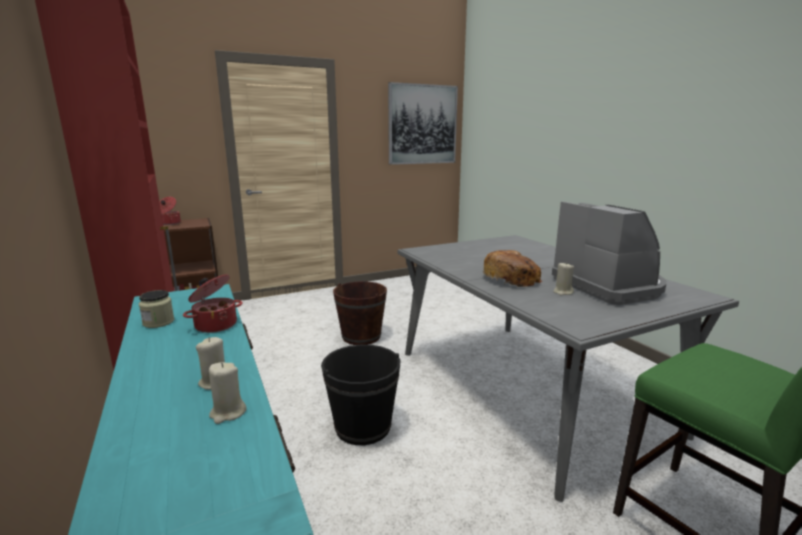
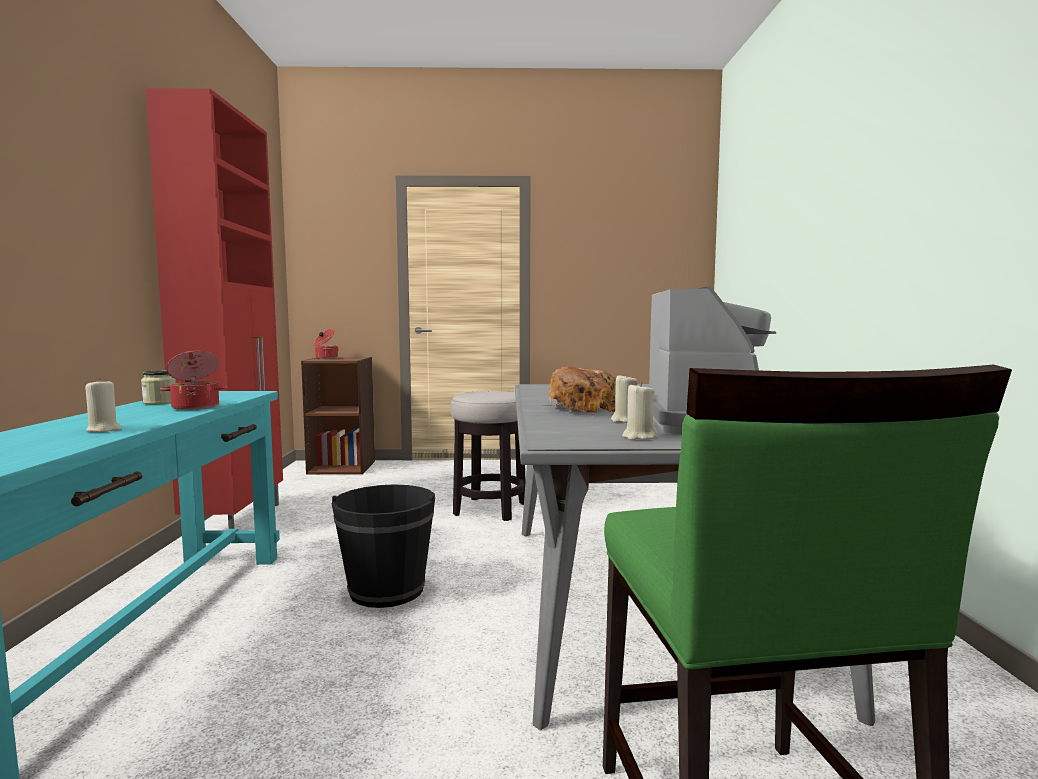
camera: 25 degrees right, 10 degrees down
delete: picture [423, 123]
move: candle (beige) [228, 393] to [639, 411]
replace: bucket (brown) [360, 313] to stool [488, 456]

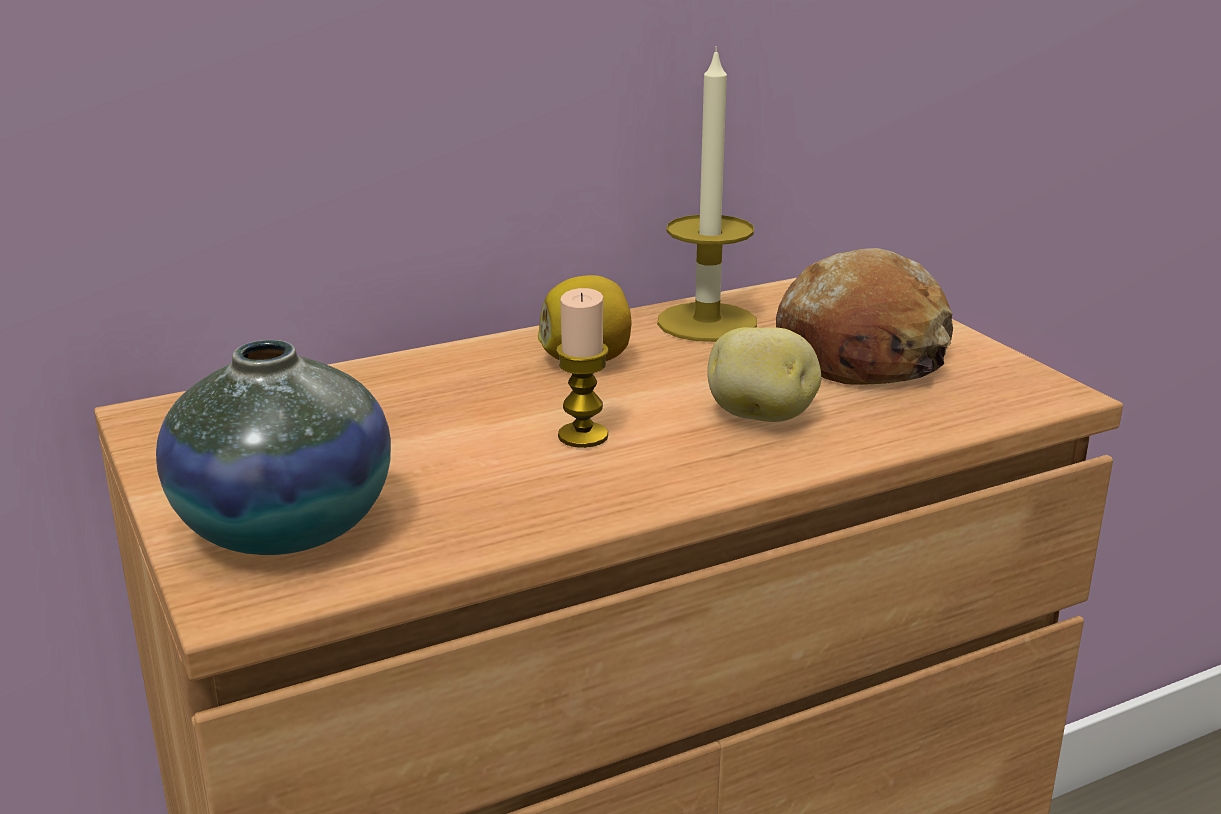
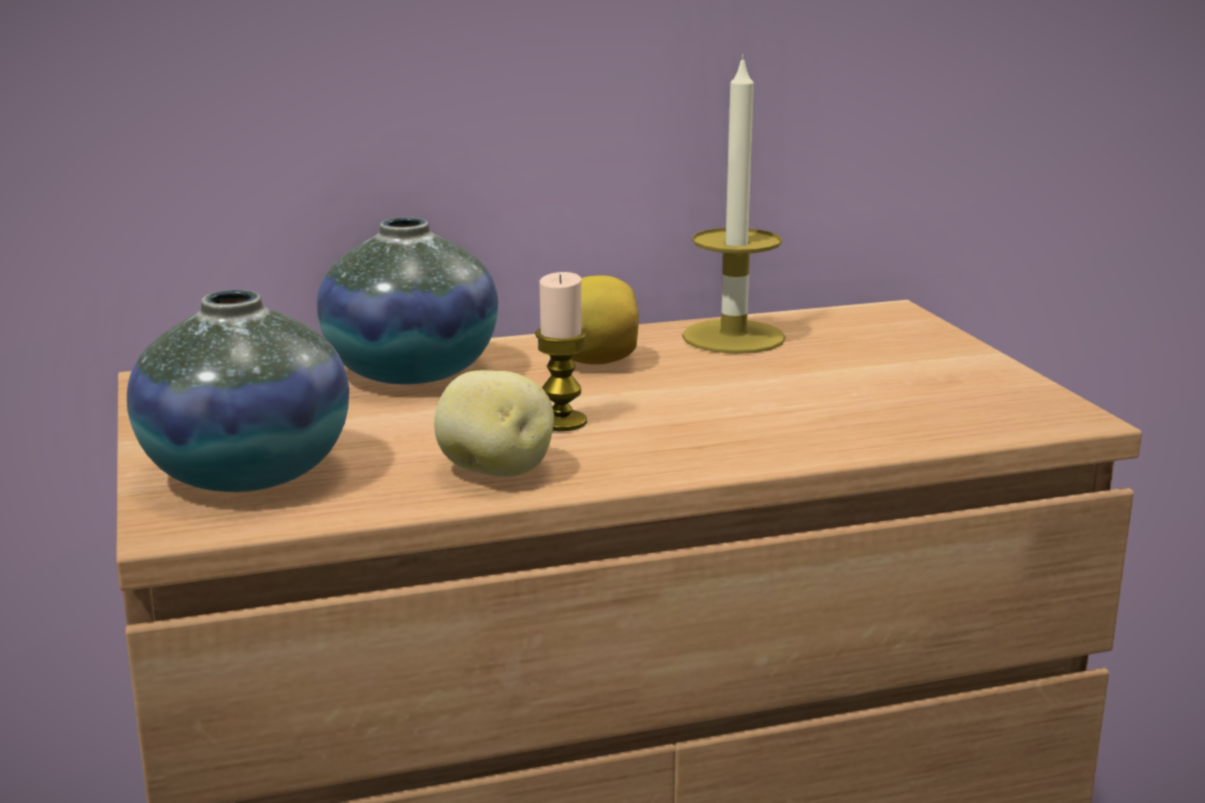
camera: 10 degrees right, 5 degrees down
delete: bread [864, 316]
insert: vase [407, 300]
move: potato [764, 374] to [494, 423]

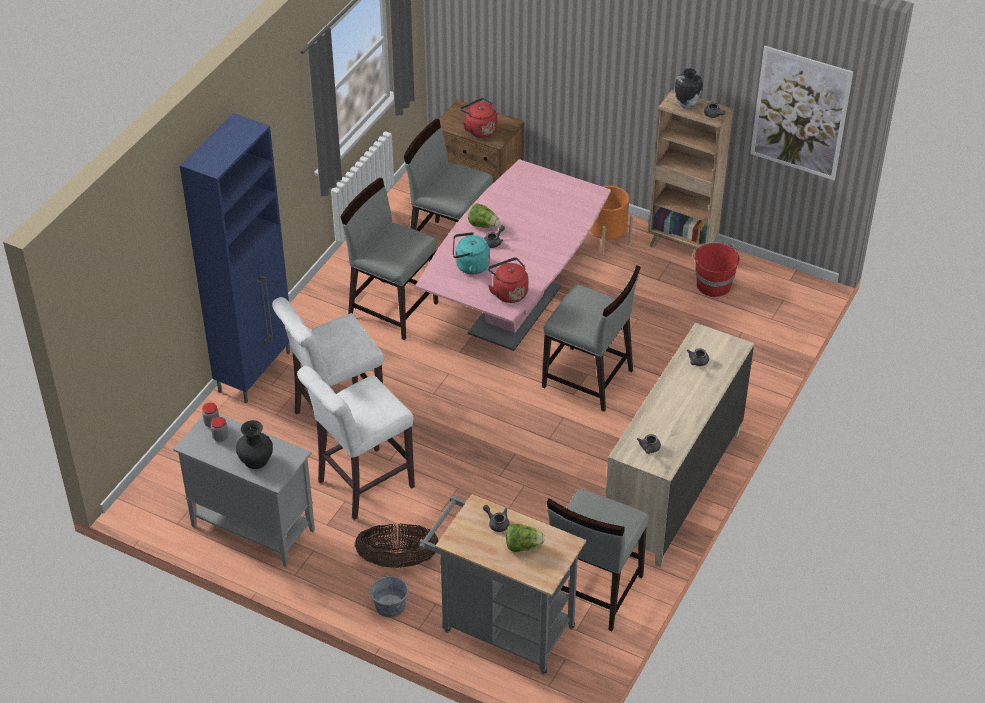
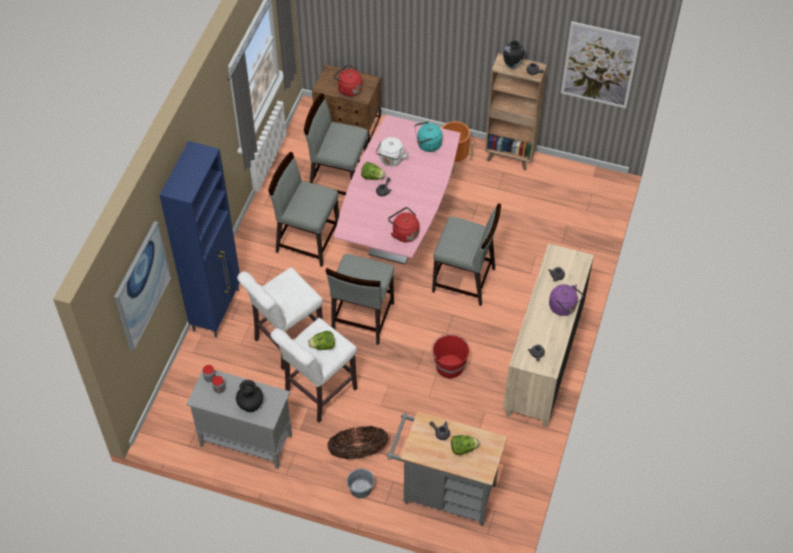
camera: 10 degrees left, 10 degrees up
insert: picture [142, 286]; lettuce [321, 340]; kettle (white) [392, 151]; kettle (purple) [566, 300]
move: kettle (turquoise) [471, 253] to [428, 136]; chair (grey) [598, 560] to [360, 299]; bucket (red) [716, 269] to [450, 356]

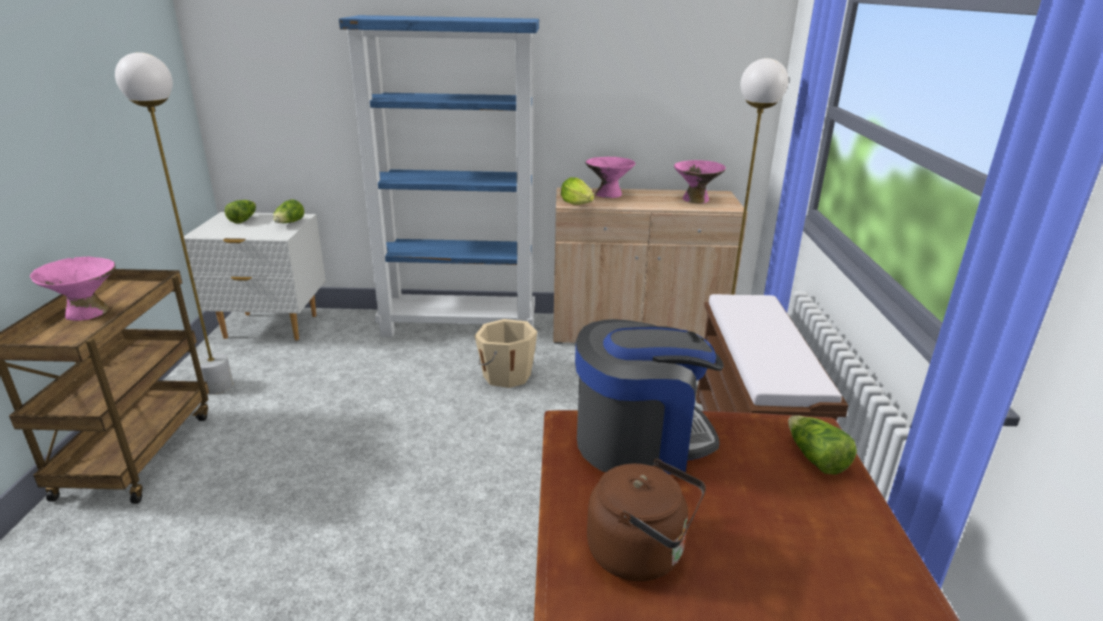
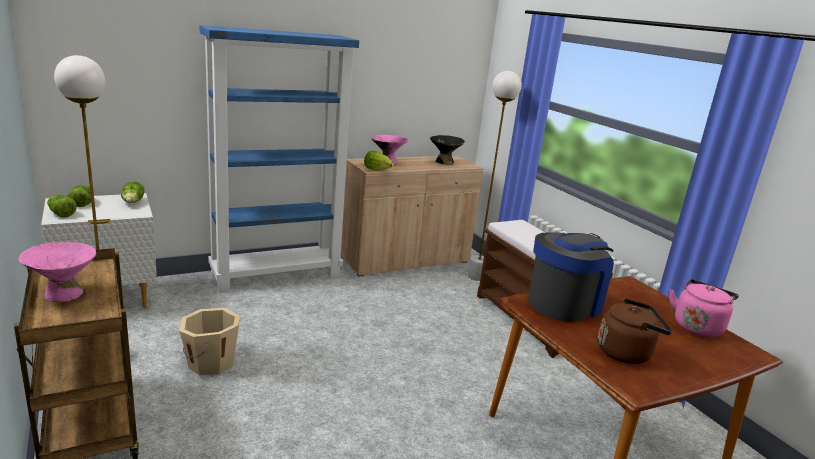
camera: 30 degrees left, 5 degrees down
insert: kettle (pink) [704, 308]
move: bucket (beige) [506, 353] to [209, 341]; lettuce [822, 445] to [62, 206]
recolor: bowl (pink) [700, 182] to bowl (black) [447, 150]

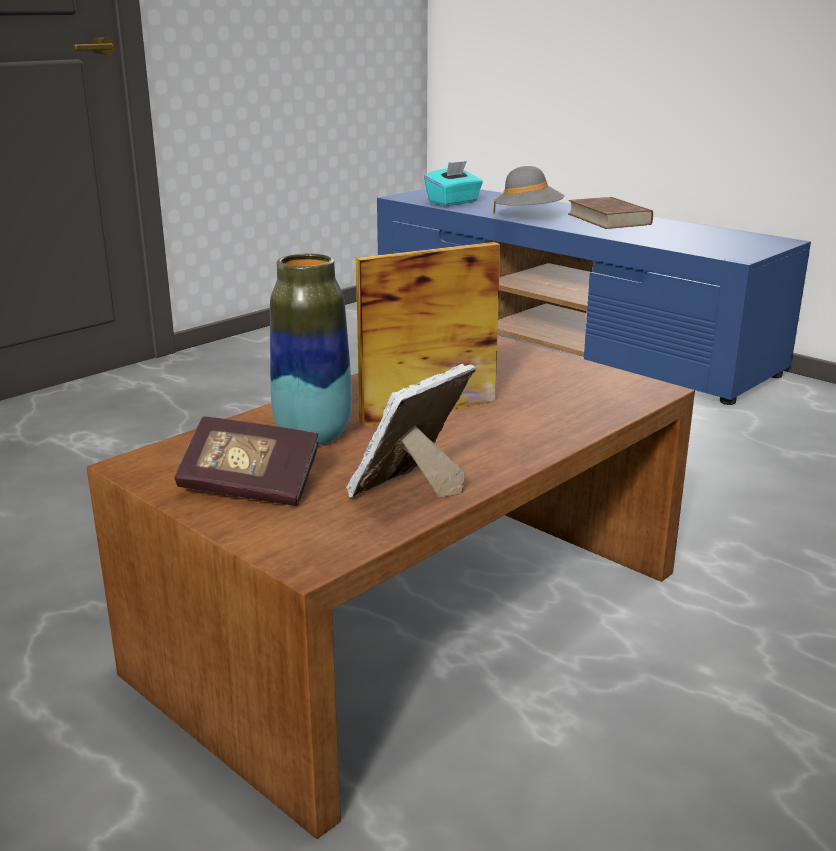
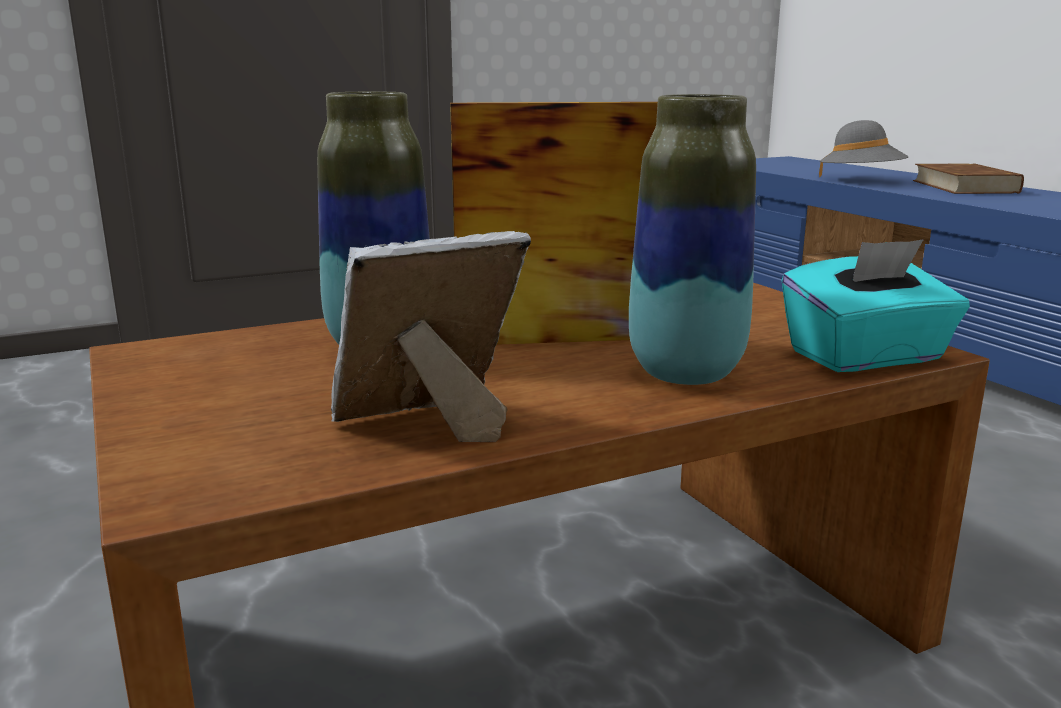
camera: 20 degrees right, 5 degrees down
delete: book [247, 461]
insert: vase [692, 239]
move: tissue box (turquoise) [453, 183] to [876, 305]

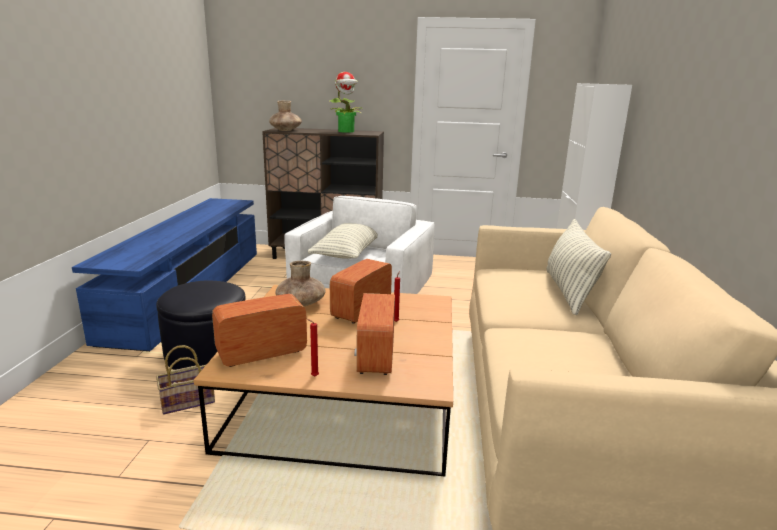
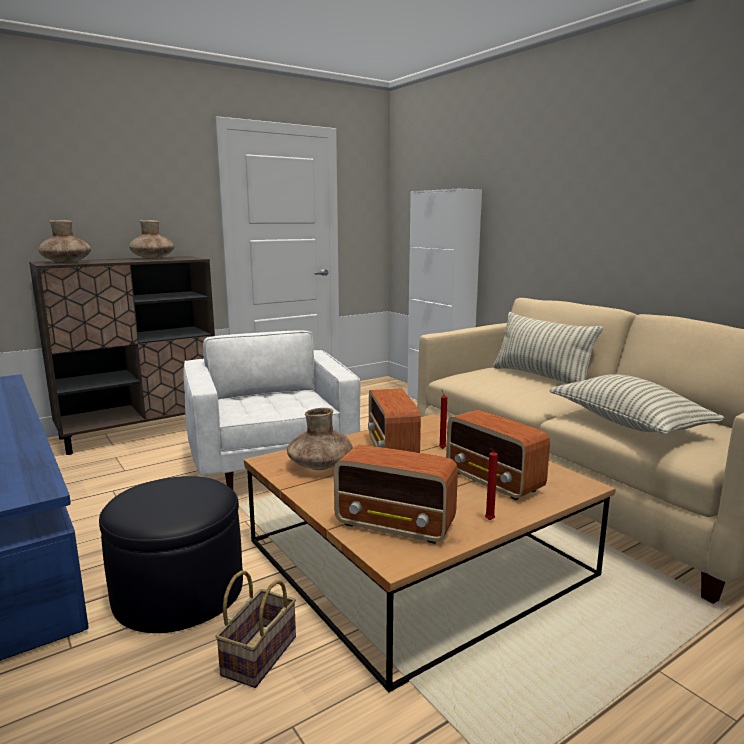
camera: 40 degrees left, 5 degrees down
move: pillow [343, 241] to [637, 404]
replace: potted plant [346, 102] to vase (brown) [151, 239]
rotate: radio [259, 330] = [396, 494] 90 degrees counterclockwise

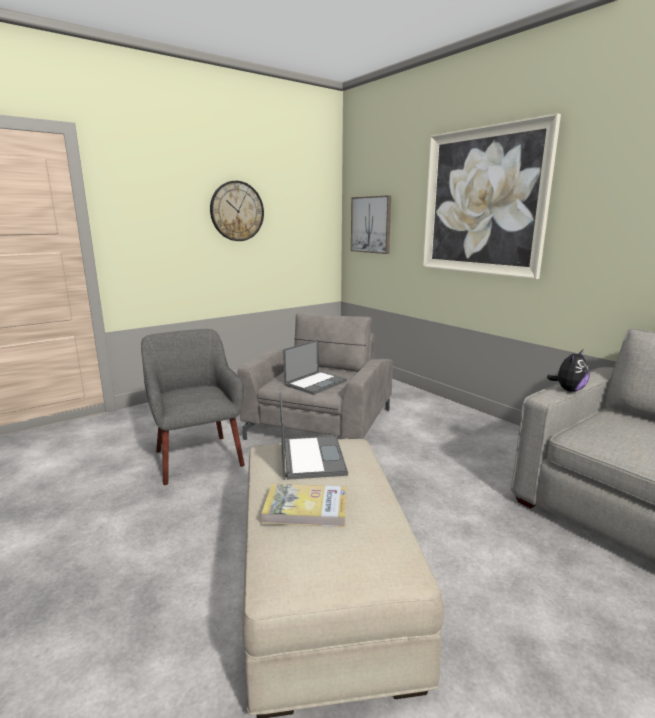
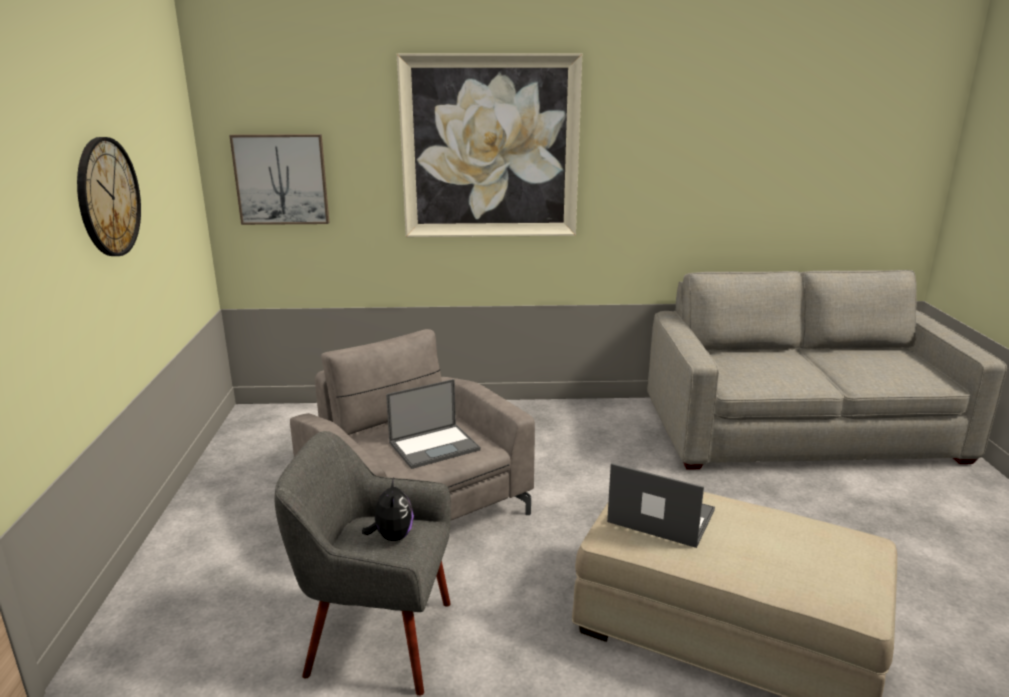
camera: 55 degrees left, 5 degrees up
delete: book [304, 505]
move: plush toy [568, 371] to [388, 509]
rotate: laptop [315, 367] = [433, 424] 75 degrees clockwise

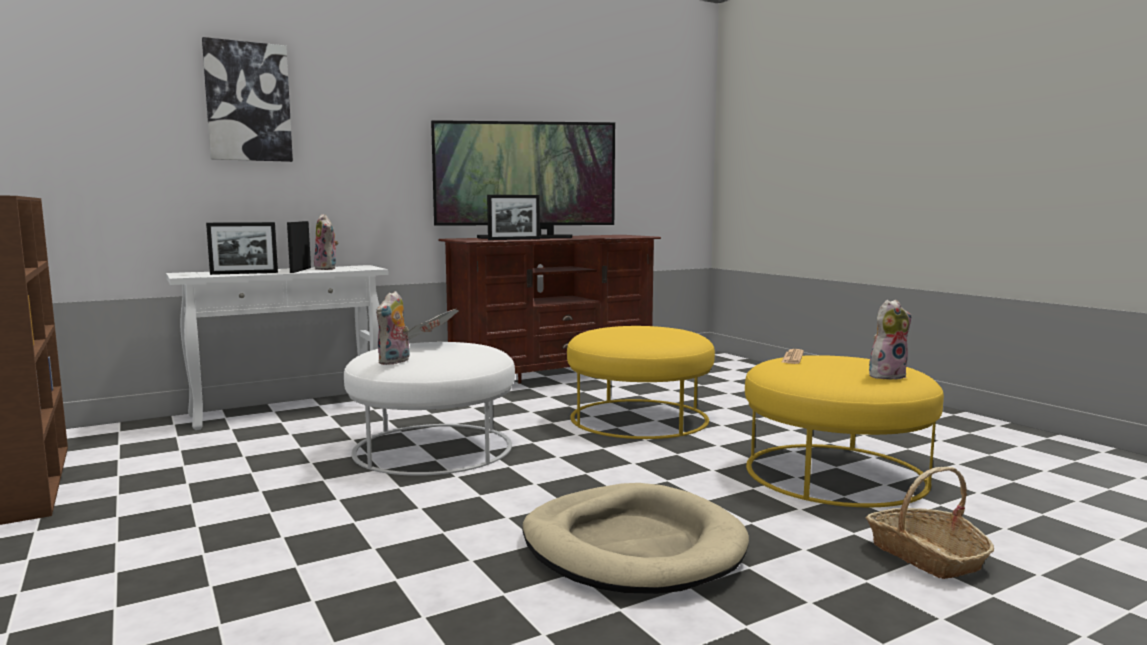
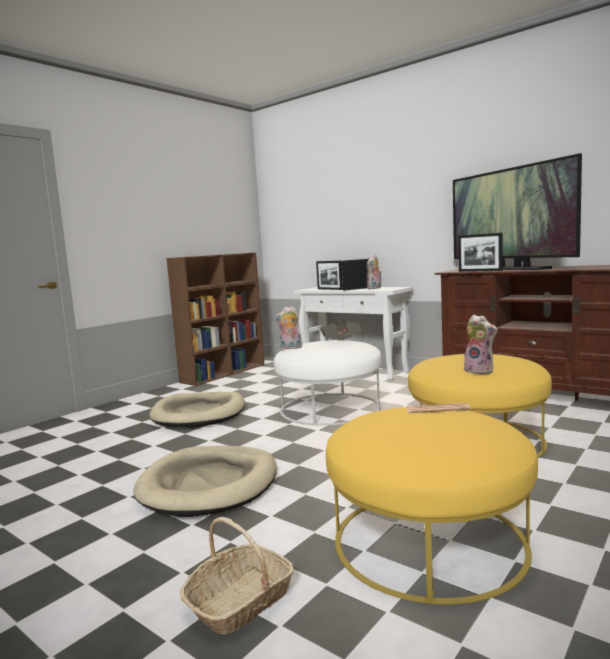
camera: 70 degrees right, 0 degrees up
delete: picture [247, 99]
insert: dog bed (beige) [197, 410]
move: plush toy [890, 340] to [480, 344]

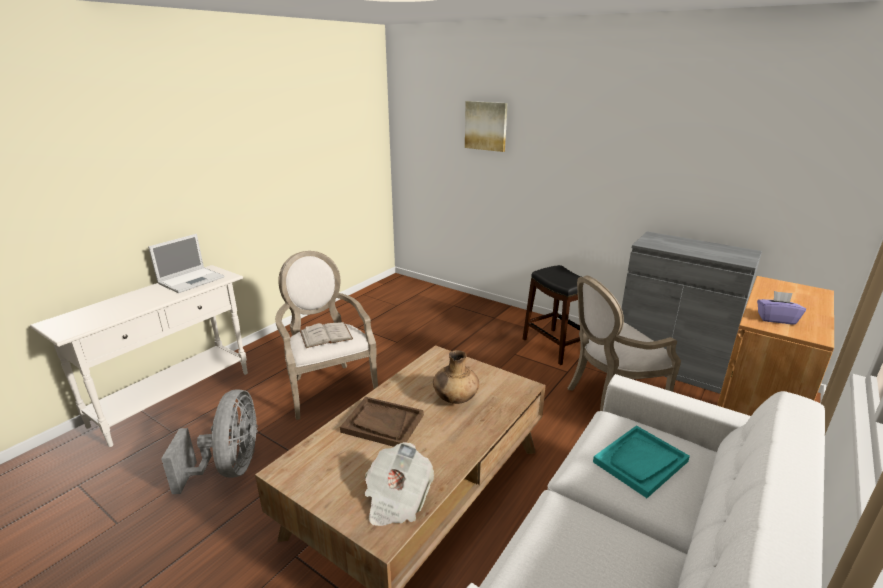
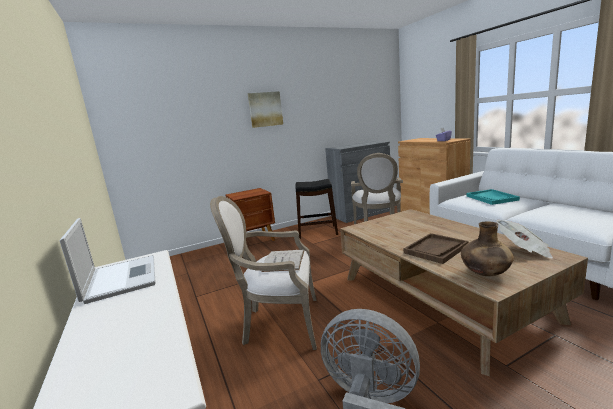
camera: 60 degrees left, 10 degrees down
insert: nightstand (brown) [250, 214]
move: vase (brown) [456, 377] to [487, 248]; picture [486, 126] to [265, 109]

